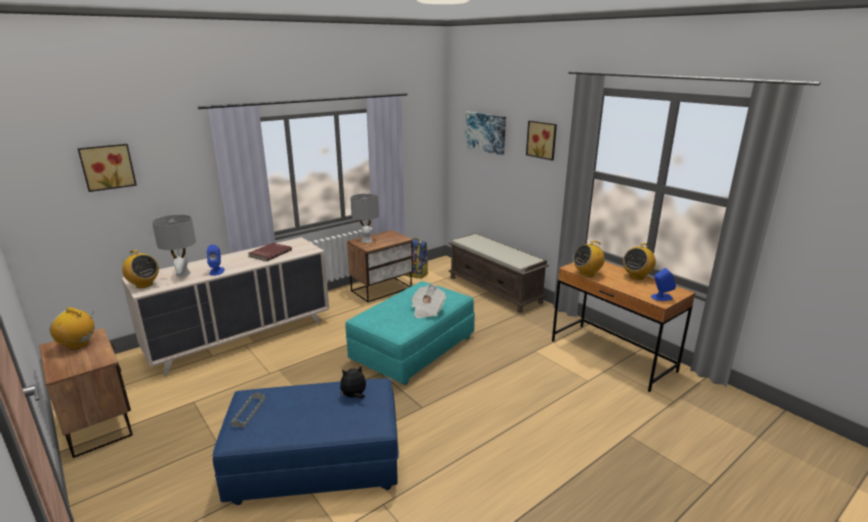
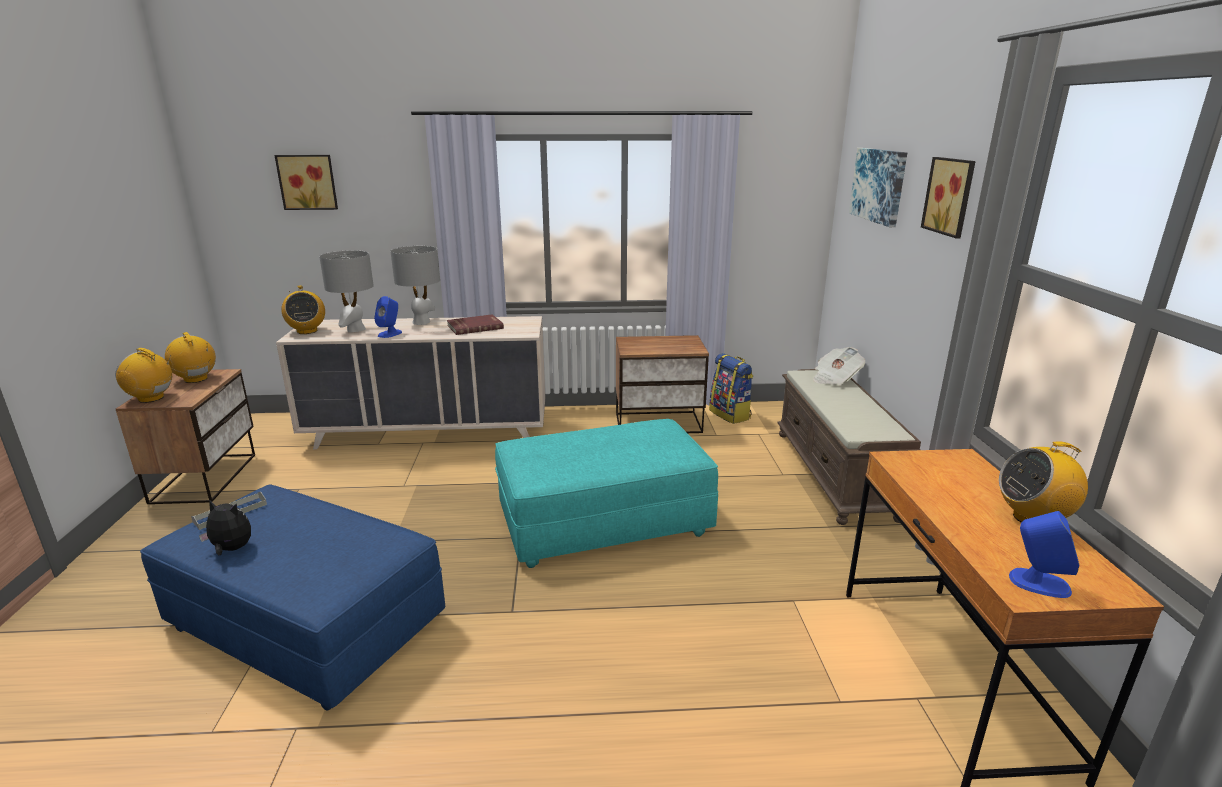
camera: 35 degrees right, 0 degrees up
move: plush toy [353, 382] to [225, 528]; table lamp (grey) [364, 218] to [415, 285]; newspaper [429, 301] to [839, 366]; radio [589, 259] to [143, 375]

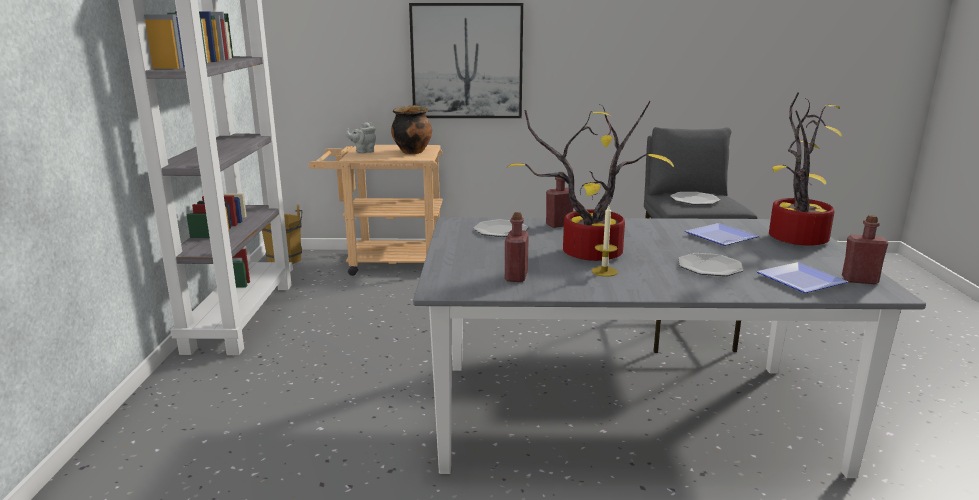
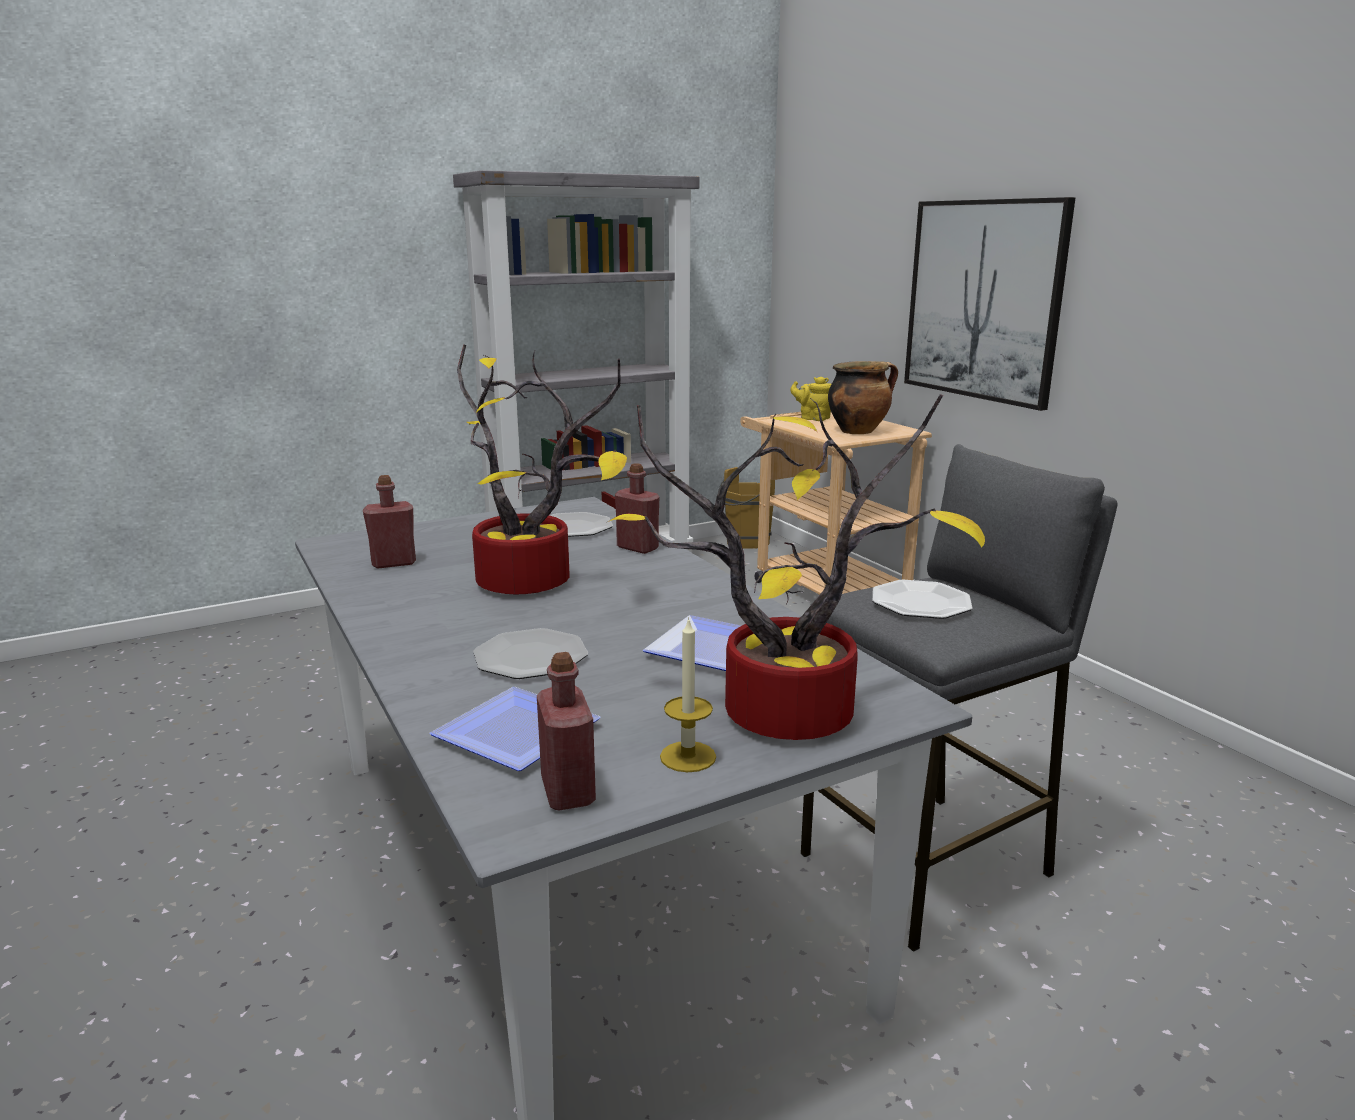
camera: 60 degrees right, 0 degrees up
move: candle [604, 241] to [688, 694]
recolor: teapot (grey) [361, 138] to teapot (yellow) [810, 398]

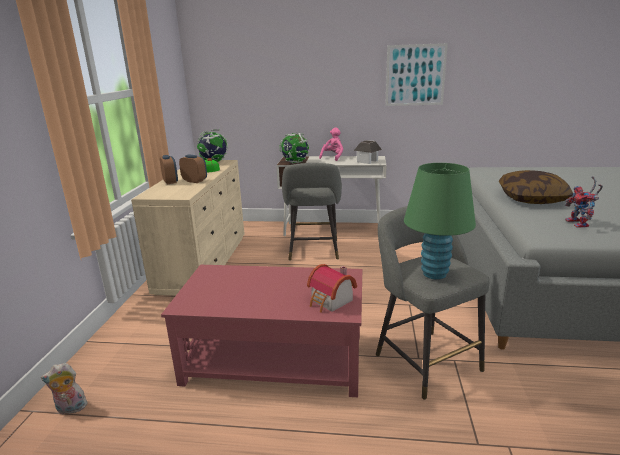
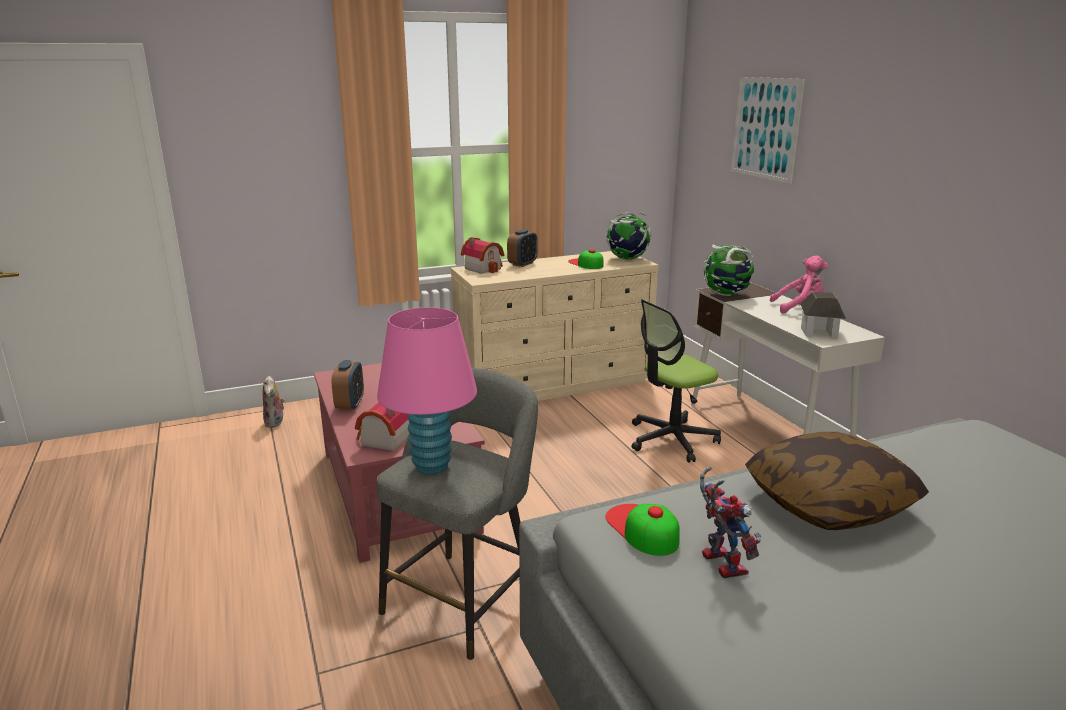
camera: 60 degrees right, 0 degrees up
insert: toy house [482, 255]; cap [642, 530]
move: alarm clock [193, 169] to [348, 385]; picture [416, 74] to [768, 130]
replace: stool (grey) [312, 212] to office chair [676, 381]
recolor: table lamp (green) [440, 221] to table lamp (pink) [427, 390]
rotate: plush toy [64, 389] = [273, 402] 150 degrees counterclockwise; toy robot [584, 202] = [730, 522] 105 degrees clockwise

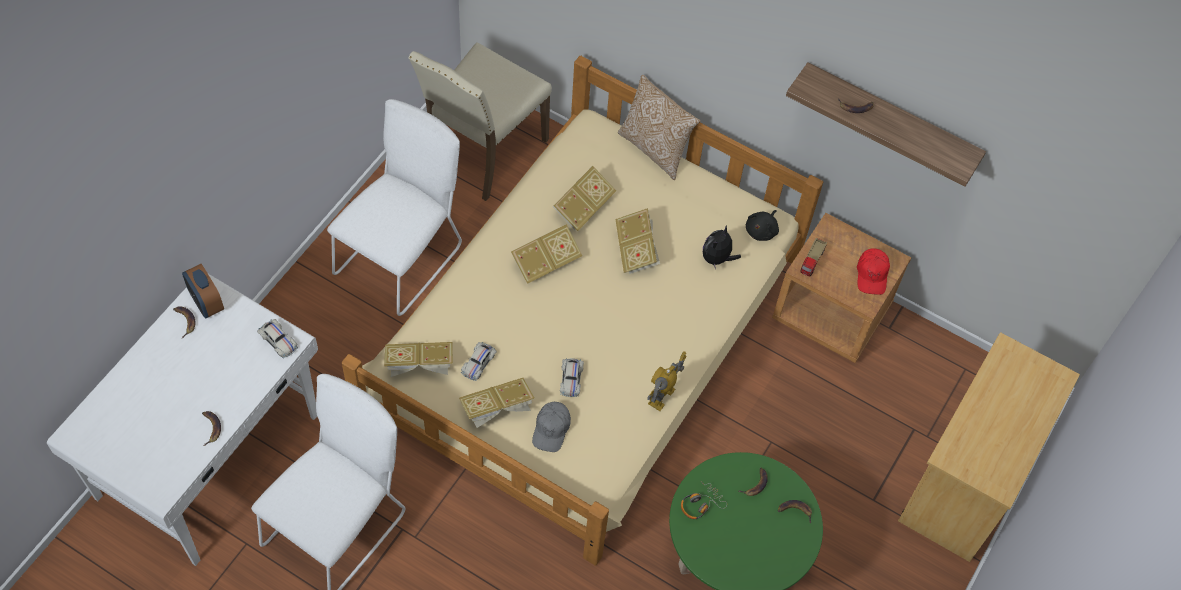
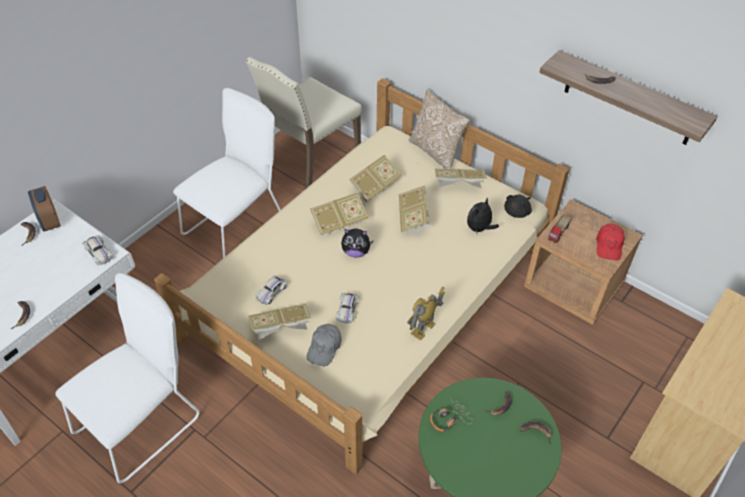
camera: 10 degrees right, 10 degrees down
insert: plush toy [357, 242]
move: book [418, 359] to [461, 178]

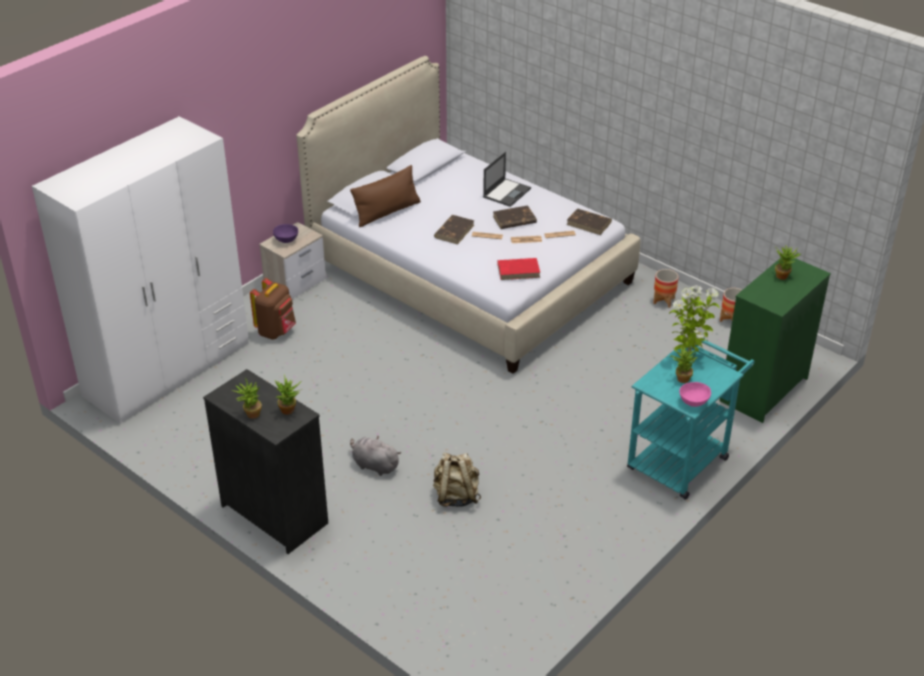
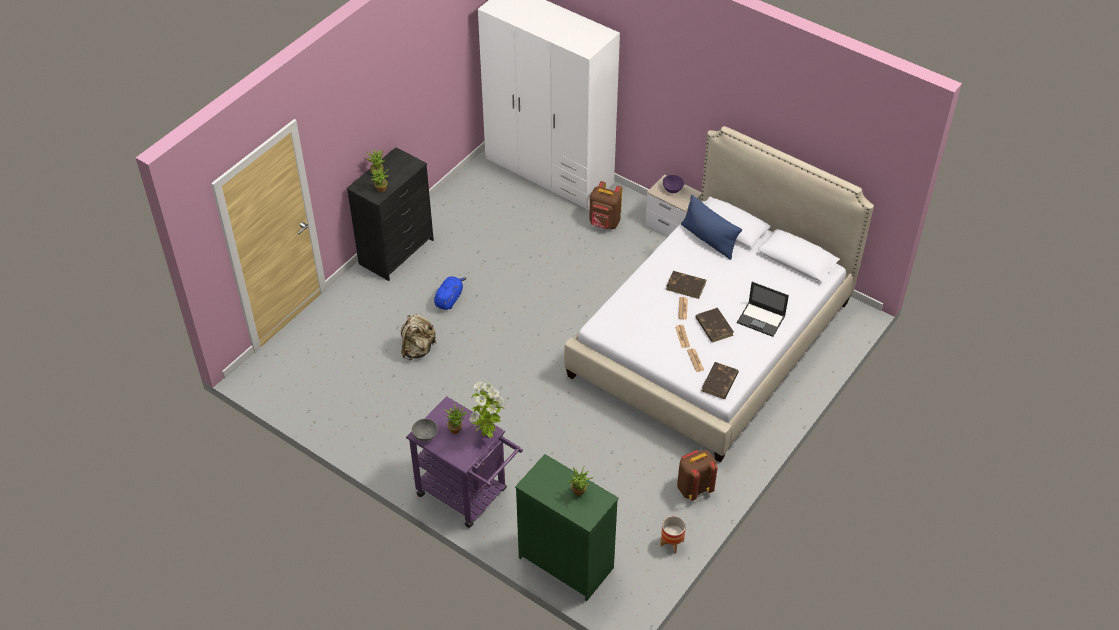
camera: 85 degrees right, 10 degrees up
delete: book (red) [518, 269]
replace: planter [665, 288] to backpack (brown) [697, 475]
recolor: pillow (brown) [385, 196] to pillow (blue) [711, 227]; plush toy (grey) [375, 455] to plush toy (blue) [450, 293]; cart (turquoise) [691, 418] to cart (purple) [464, 462]; bowl (pink) [695, 394] to bowl (grey) [424, 430]

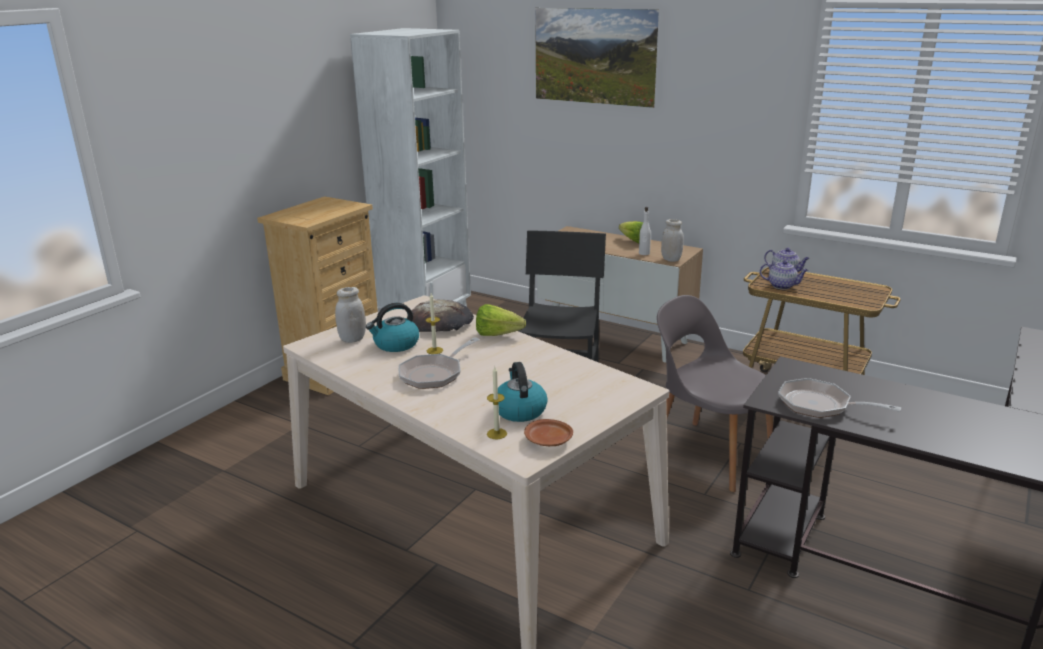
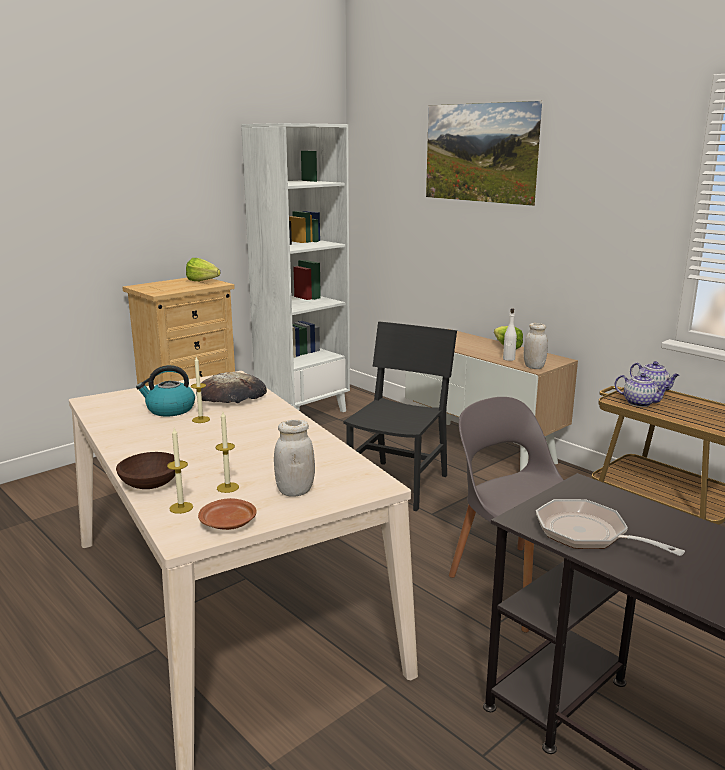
camera: 15 degrees right, 5 degrees down
delete: frying pan [439, 363]
insert: bowl (brown) [145, 470]
move: jar (white) [350, 315] to [294, 458]; lettuce [501, 320] to [203, 269]
replace: kettle [523, 392] to candle [227, 452]

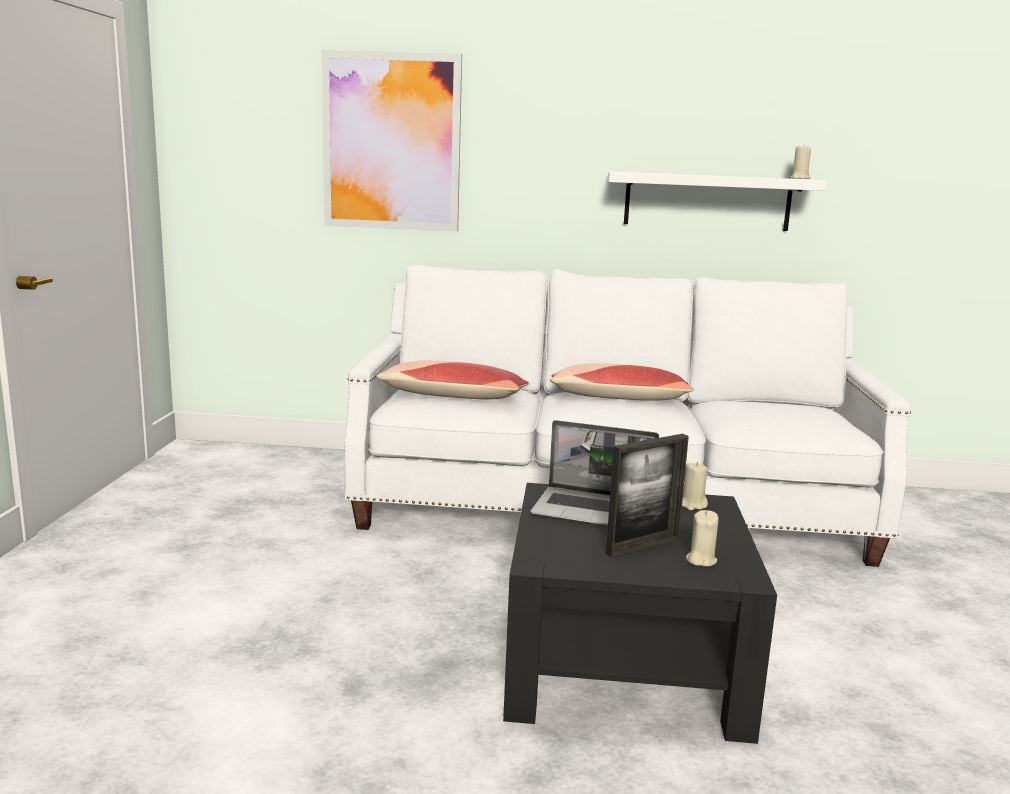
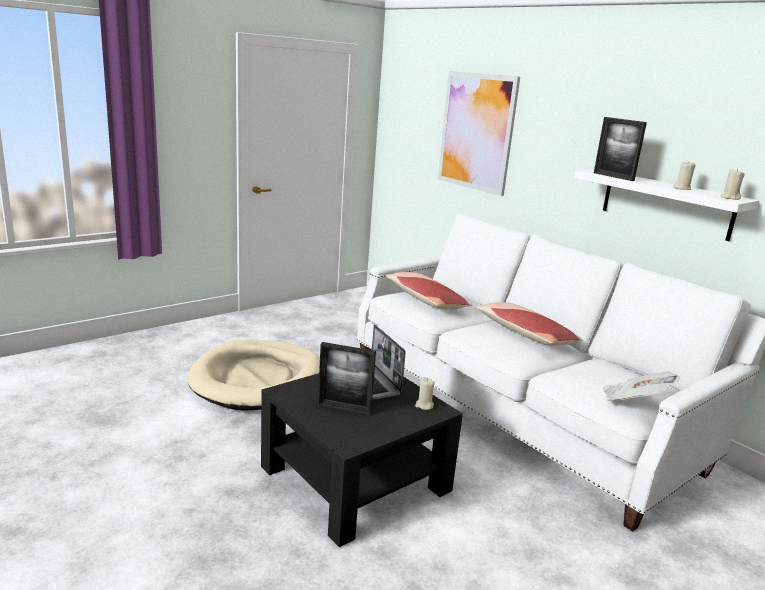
camera: 45 degrees right, 5 degrees up
insert: dog bed (beige) [253, 375]; picture frame [620, 149]; newspaper [641, 386]
move: candle (beige) [702, 538] to [684, 175]

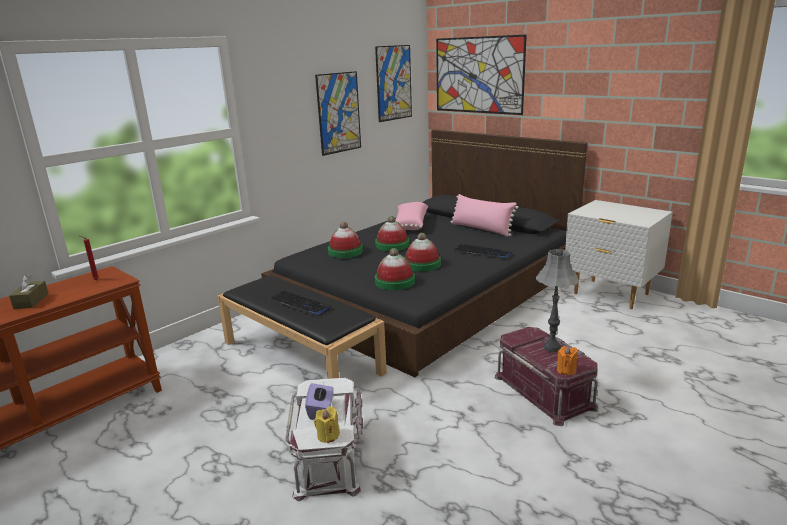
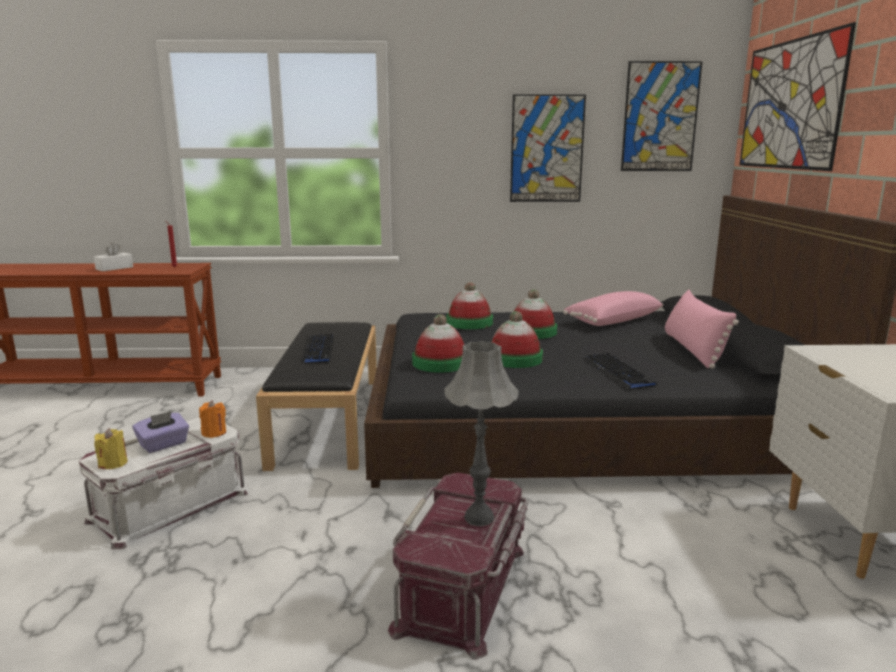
camera: 45 degrees right, 5 degrees down
move: candle (orange) [567, 360] to [212, 419]
recolor: tissue box (brown) [29, 291] to tissue box (white) [113, 256]

